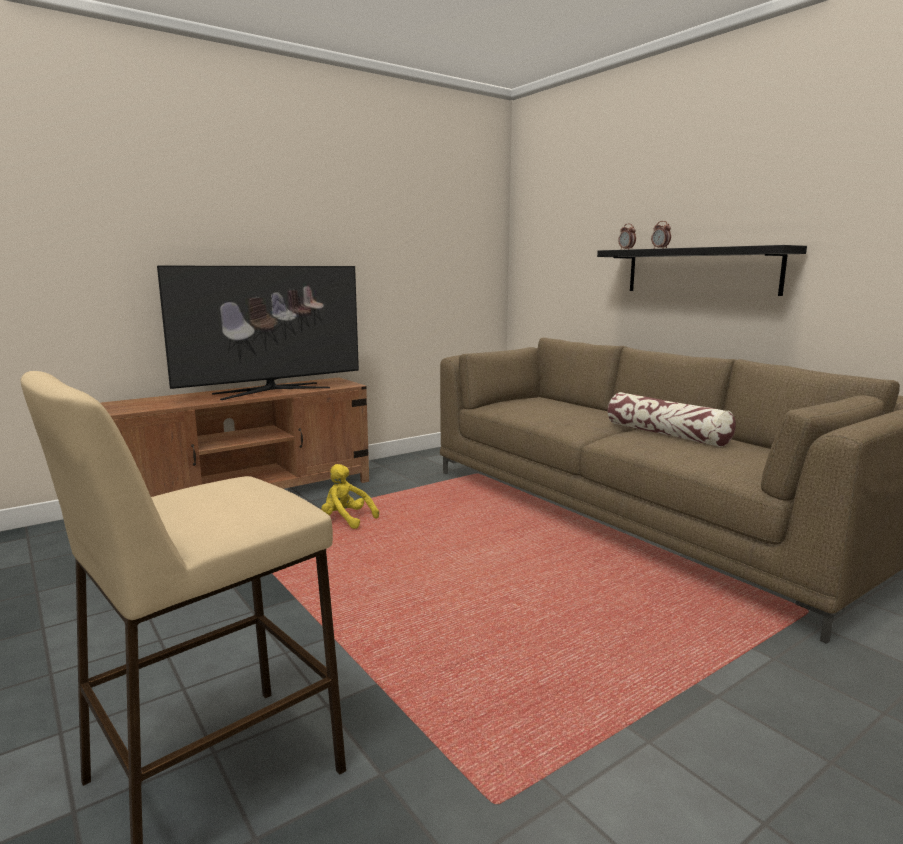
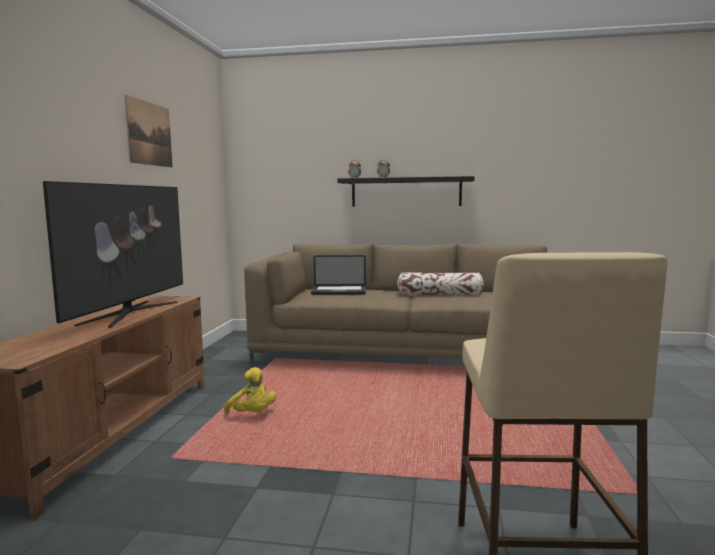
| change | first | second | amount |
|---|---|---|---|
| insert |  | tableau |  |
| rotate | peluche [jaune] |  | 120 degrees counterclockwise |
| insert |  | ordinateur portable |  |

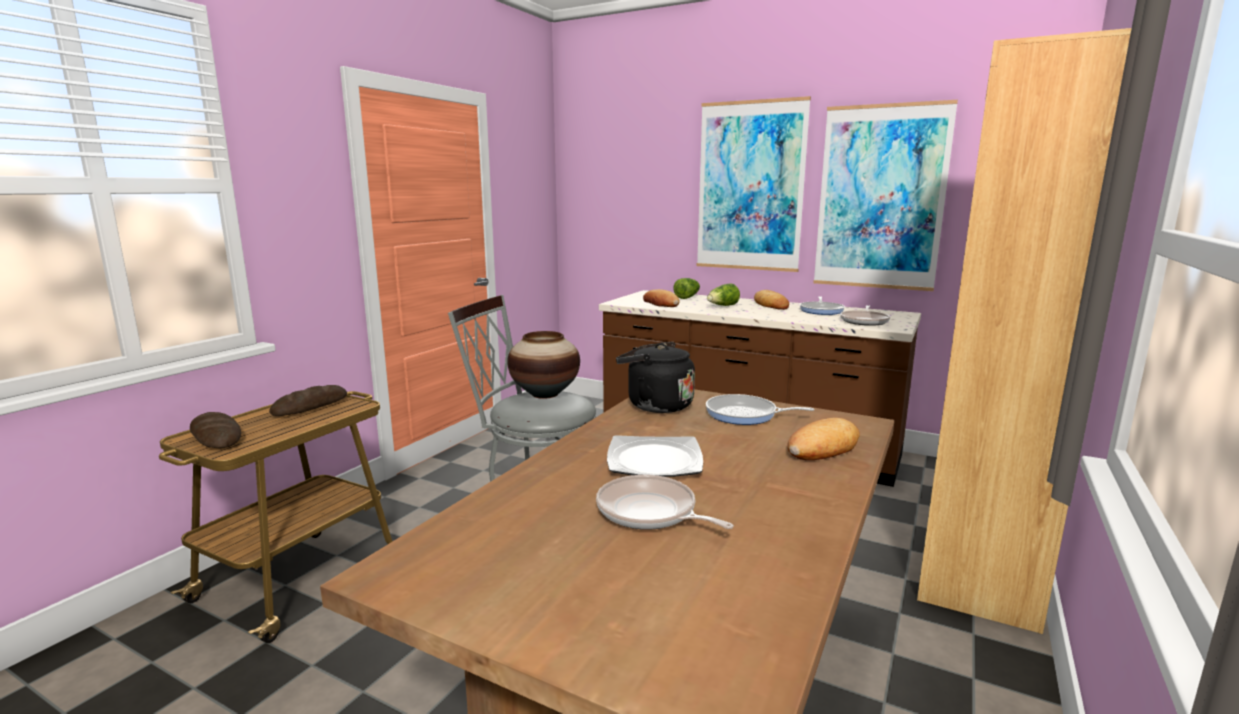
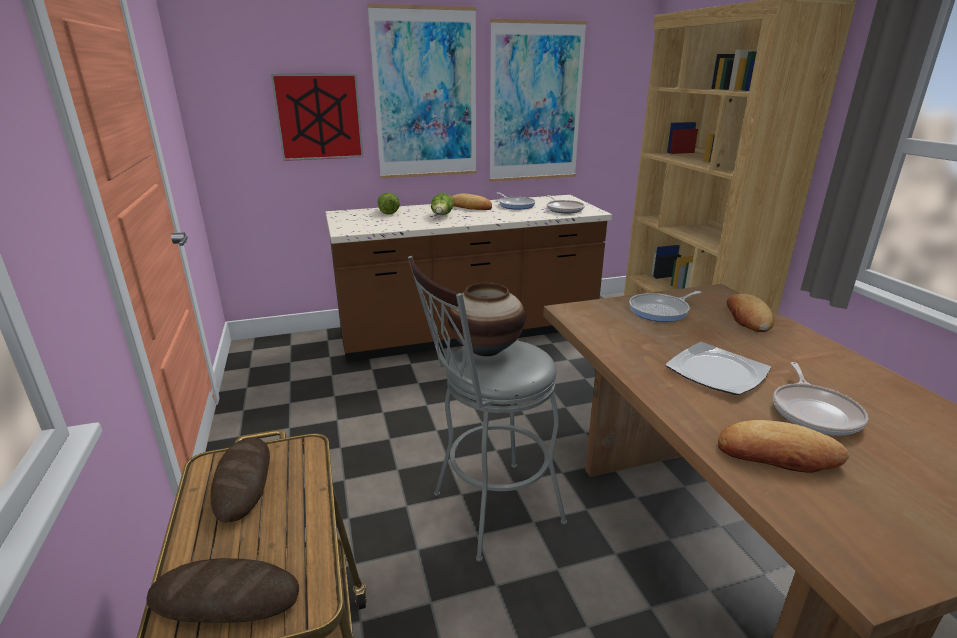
| change | first | second | amount |
|---|---|---|---|
| insert |  | tableau (1st from left) |  |
| move | pain (3rd from left in the first image) | pain (5th from left) |  |
| rotate | poêle (1st from left in the first image) | poêle (4th from left) | 75 degrees counterclockwise |
| delete | bouilloire [noir] |  |  |

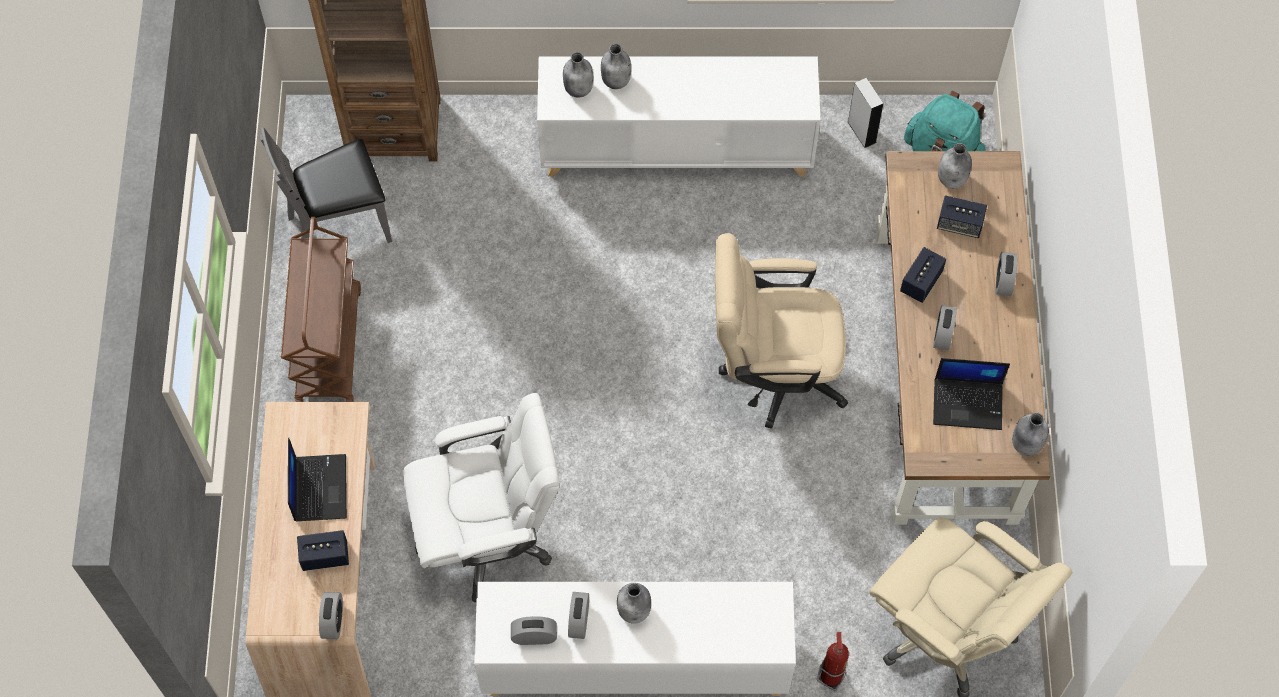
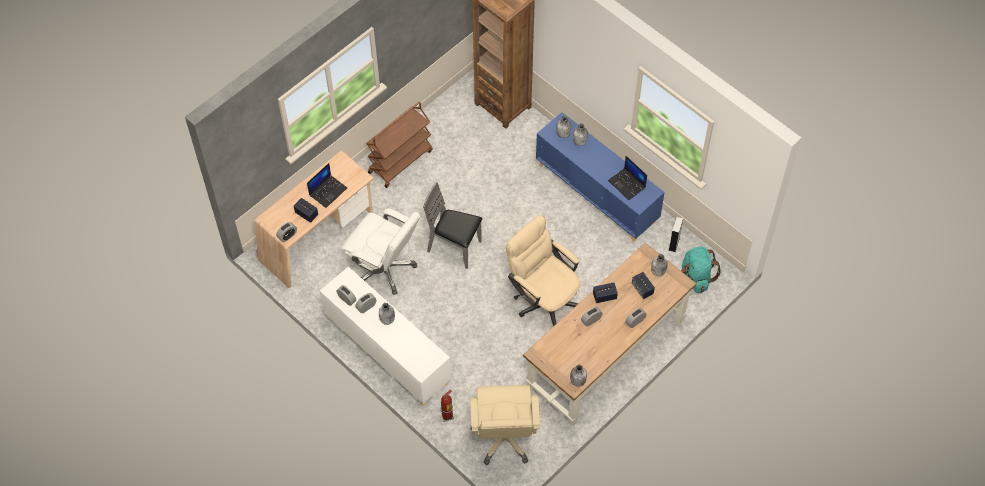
| change | first | second | amount |
|---|---|---|---|
| move | chaise [gris] |  |  |
| recolor | meuble de rangement [blanc] (2nd from left) | meuble de rangement [bleu] |  |
| move | ordinateur portable (2nd from left) |  |  |

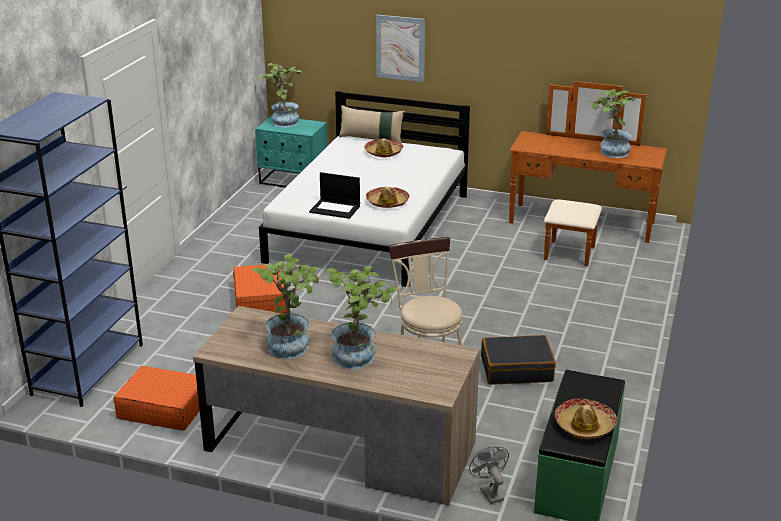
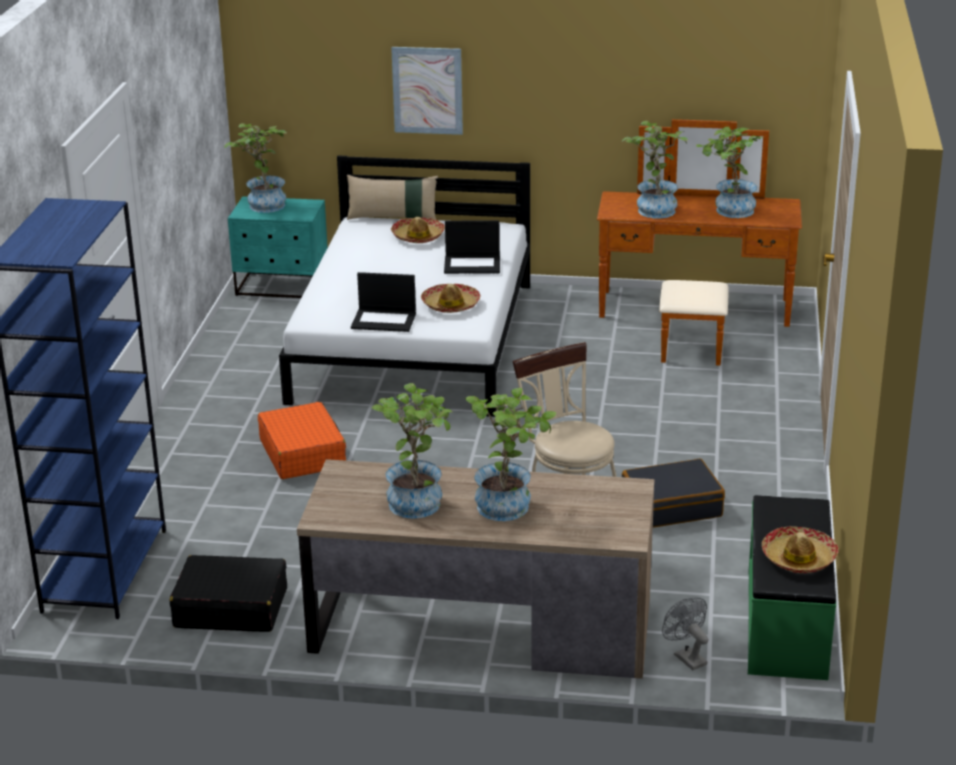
| change | first | second | amount |
|---|---|---|---|
| recolor | valise [orange] (1st from left) | valise [noir] (1st from left) |  |
| insert |  | ordinateur portable (2nd from left) |  |
| insert |  | plante en pot (4th from left) |  |

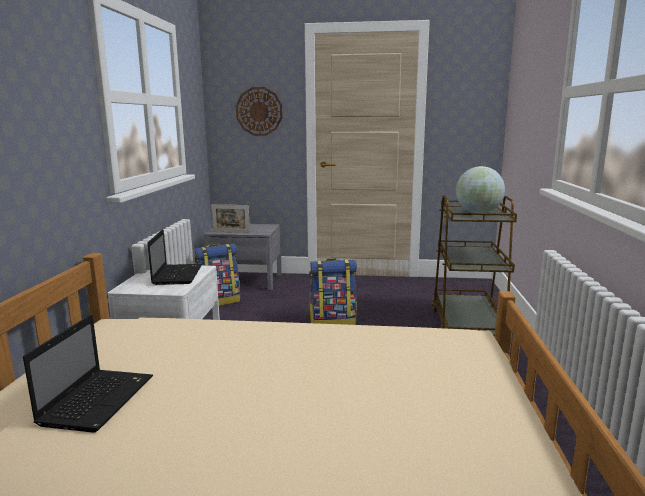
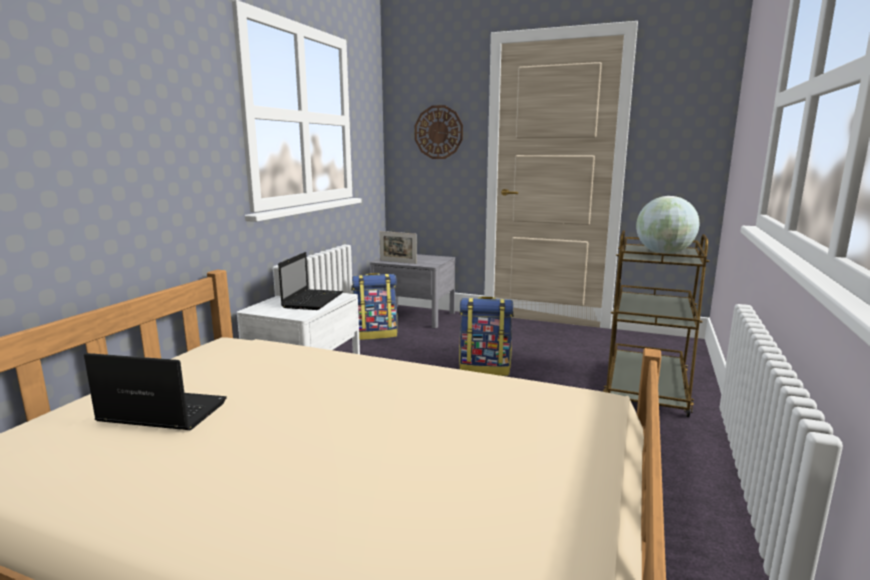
| change | first | second | amount |
|---|---|---|---|
| rotate | ordinateur portable (1st from left) |  | 105 degrees counterclockwise |

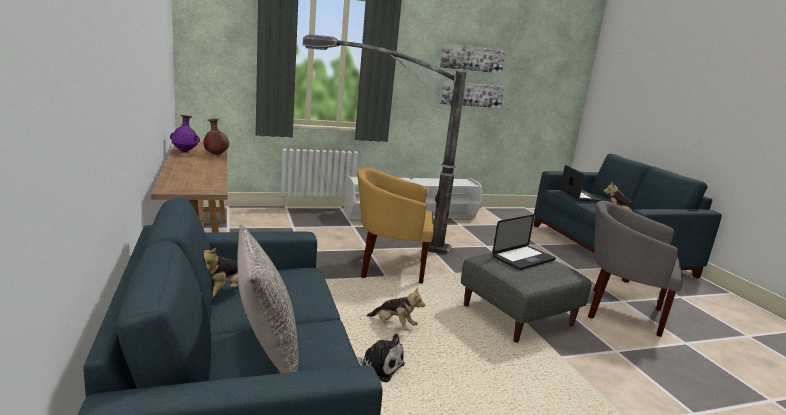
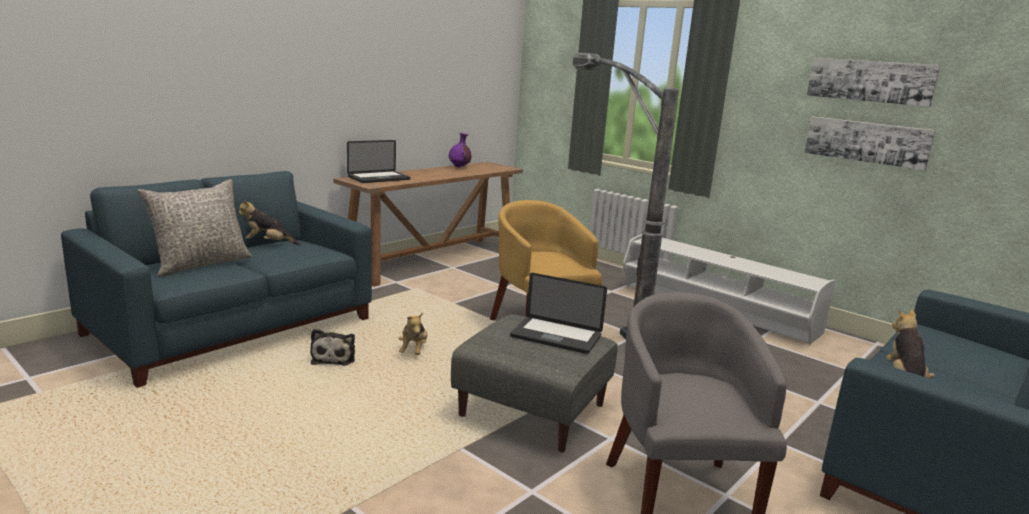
| change | first | second | amount |
|---|---|---|---|
| move | ordinateur portable (2nd from left in the first image) | ordinateur portable (1st from left) |  |
| delete | vase [marron] |  |  |

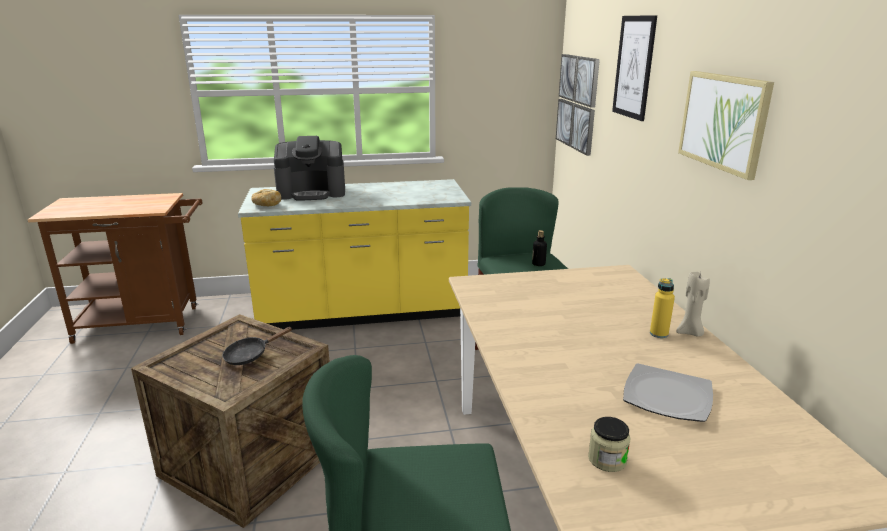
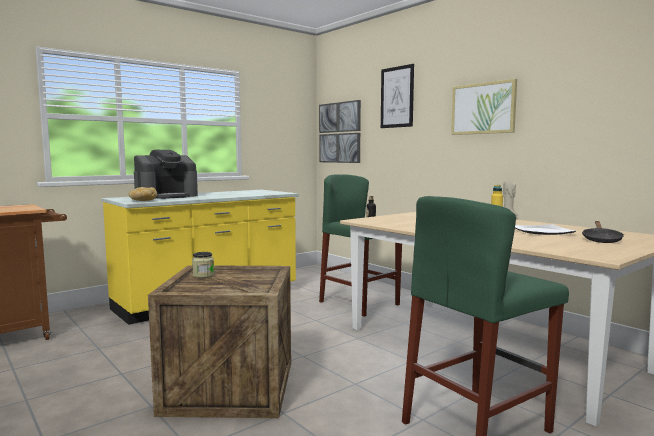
| change | first | second | amount |
|---|---|---|---|
| move | bocal |  |  |
| move | poêle [noir] |  |  |

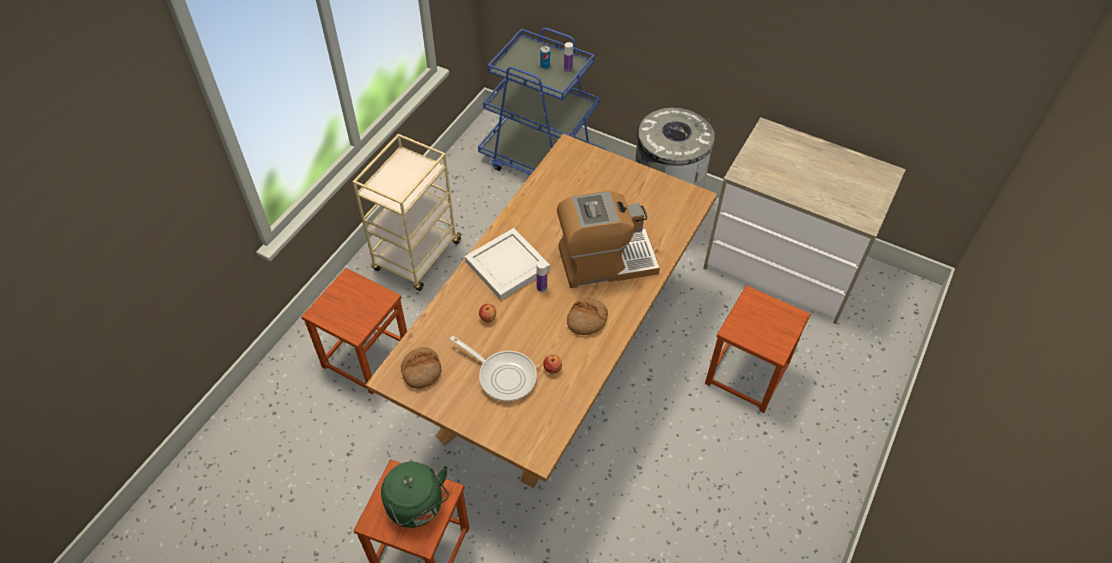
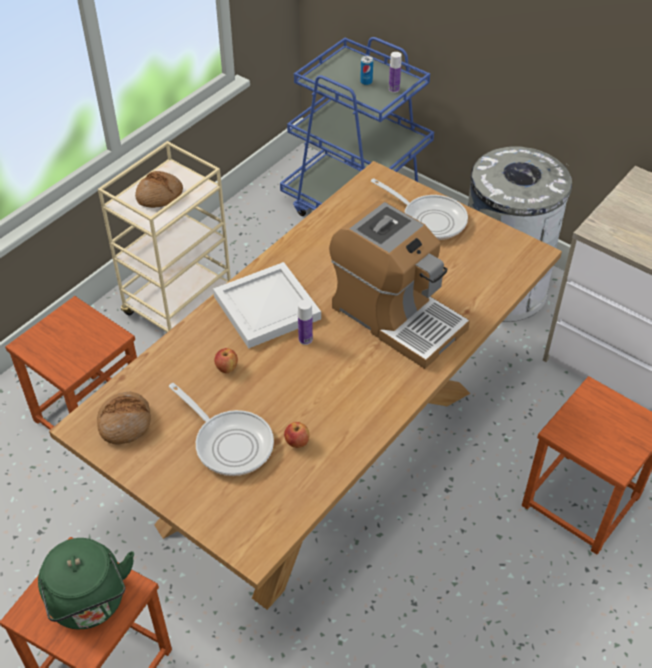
| change | first | second | amount |
|---|---|---|---|
| move | pain (2nd from left) |  |  |
| rotate | machine à café |  | 45 degrees clockwise |
| insert |  | poêle (2nd from left) |  |

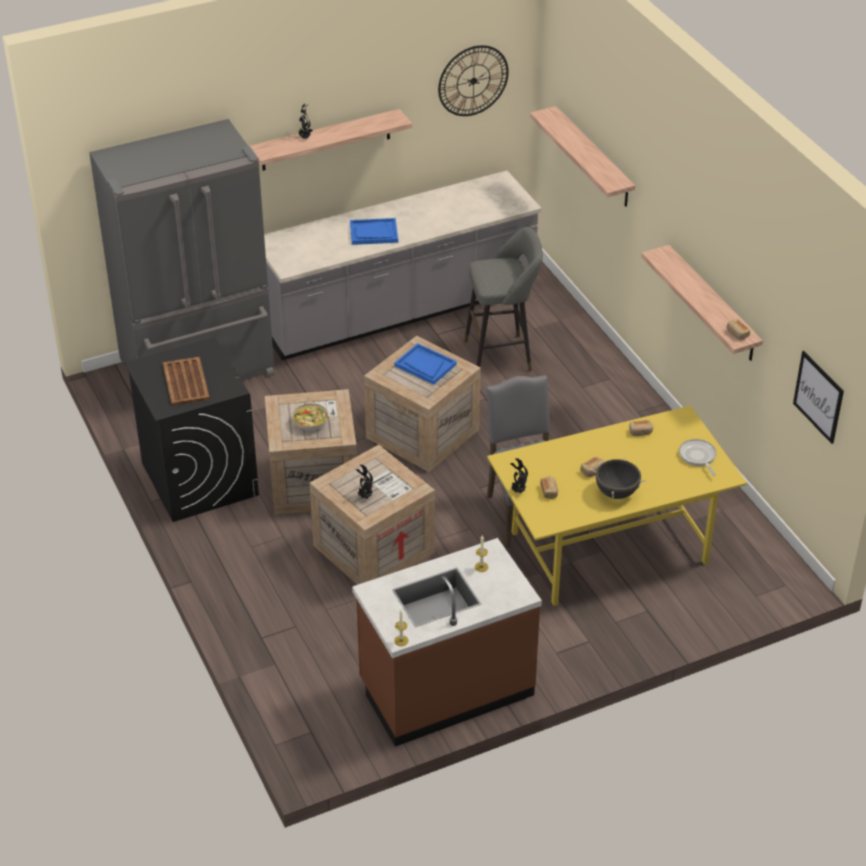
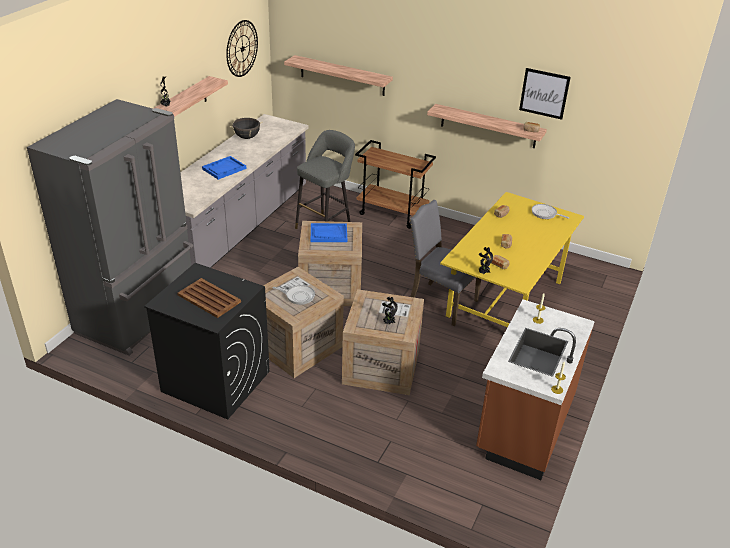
| change | first | second | amount |
|---|---|---|---|
| move | marmite [noir] |  |  |
| replace | bol | poêle (1st from left) |  |
| insert |  | chariot [marron] |  |
| move | tableau |  |  |

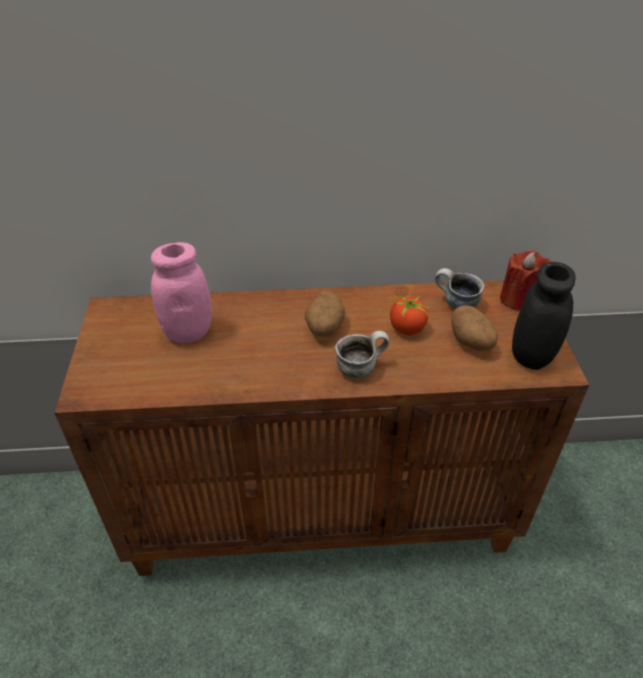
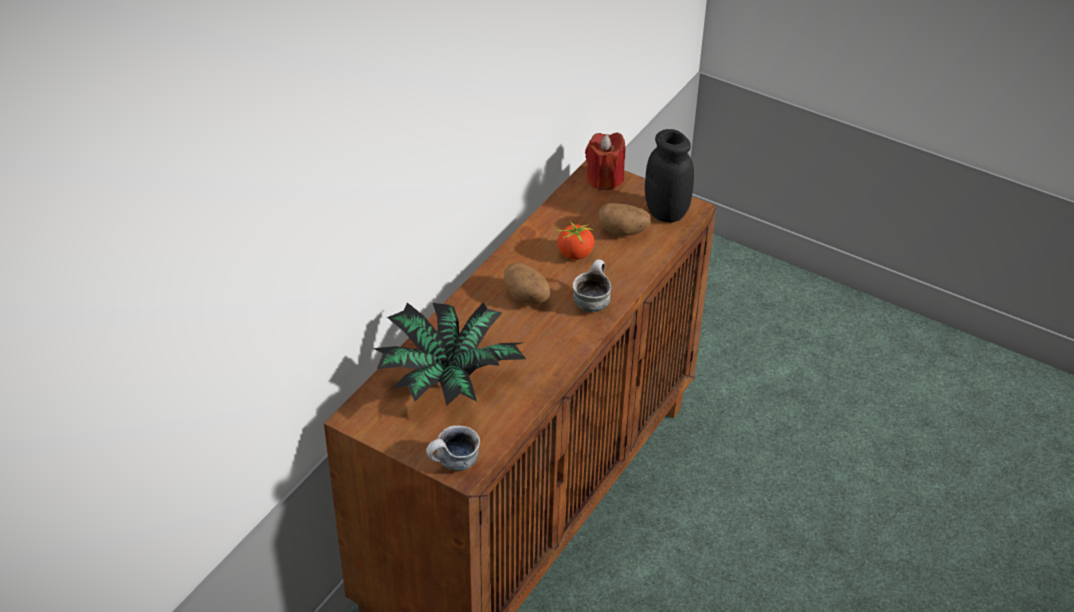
| change | first | second | amount |
|---|---|---|---|
| replace | bocal [rose] | plante en pot |  |
| move | mug (2nd from left in the first image) | mug (1st from left) |  |

